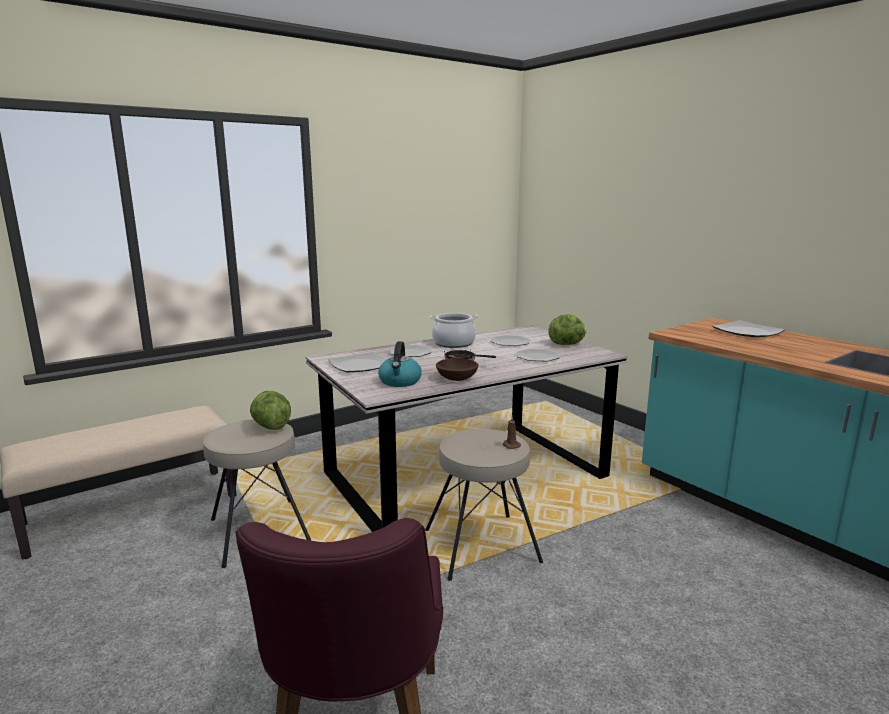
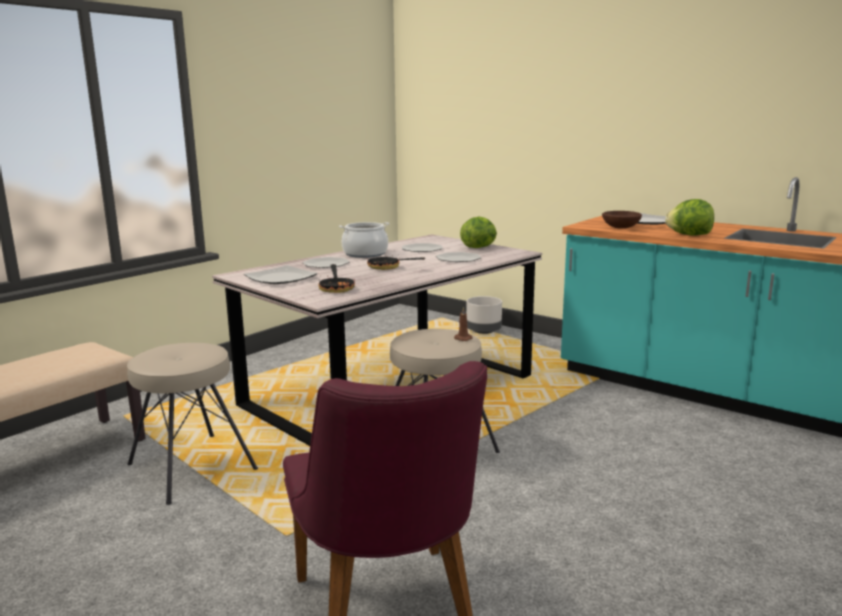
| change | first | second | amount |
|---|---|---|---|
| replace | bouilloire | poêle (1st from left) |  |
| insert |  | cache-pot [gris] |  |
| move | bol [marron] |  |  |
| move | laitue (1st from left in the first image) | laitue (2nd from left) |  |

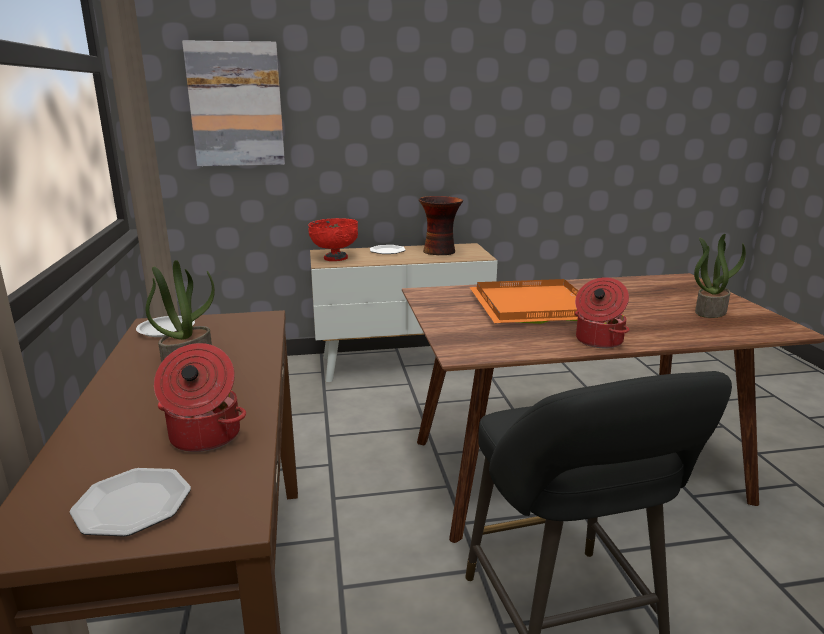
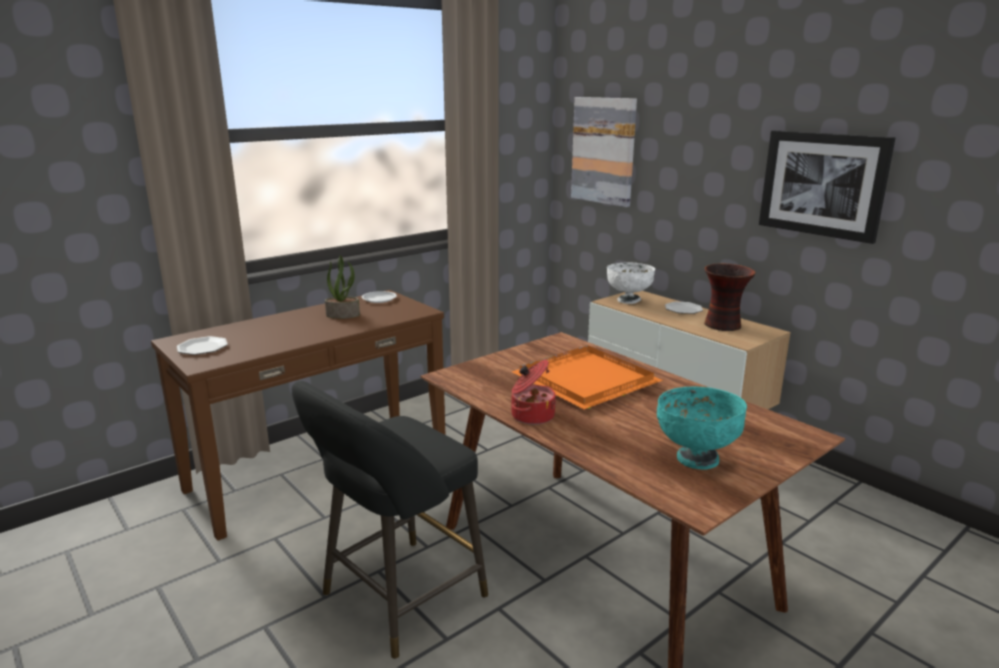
| change | first | second | amount |
|---|---|---|---|
| recolor | bol [rouge] | bol [blanc] |  |
| replace | plante en pot (2nd from left) | bol [turquoise] |  |
| insert |  | tableau (2nd from left) |  |
| delete | marmite (1st from left) |  |  |

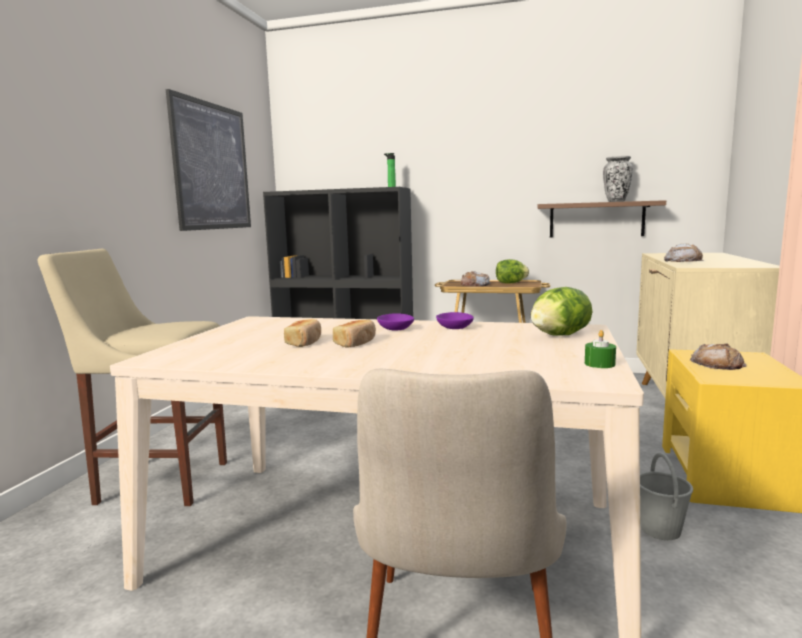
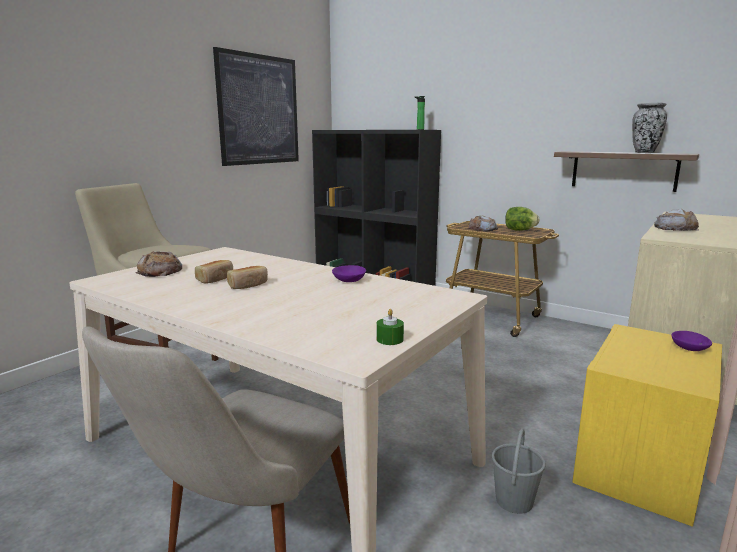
| change | first | second | amount |
|---|---|---|---|
| move | pain (5th from left in the first image) | pain (1st from left) |  |
| move | bol [violet] (1st from left in the first image) | bol [violet] (2nd from left) |  |
| delete | laitue (2nd from left) |  |  |

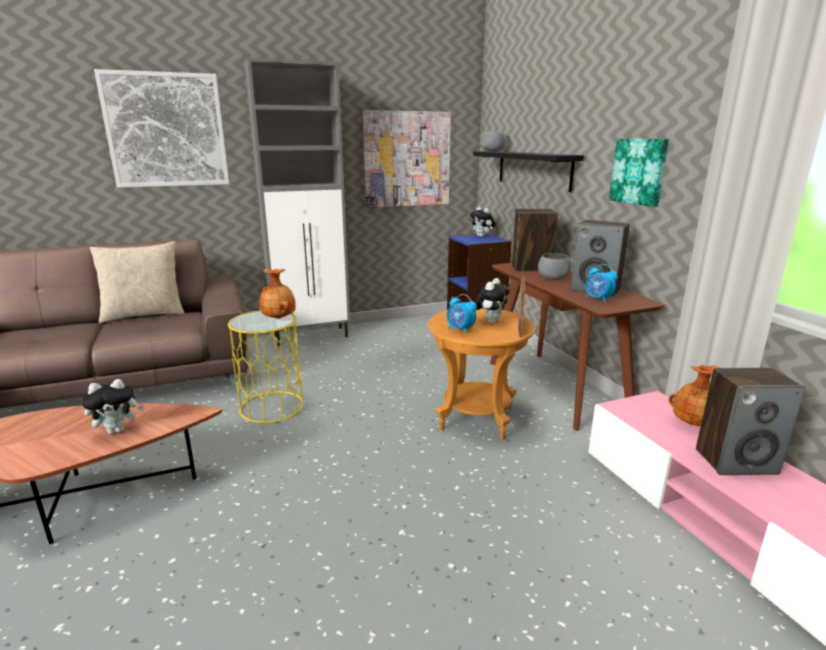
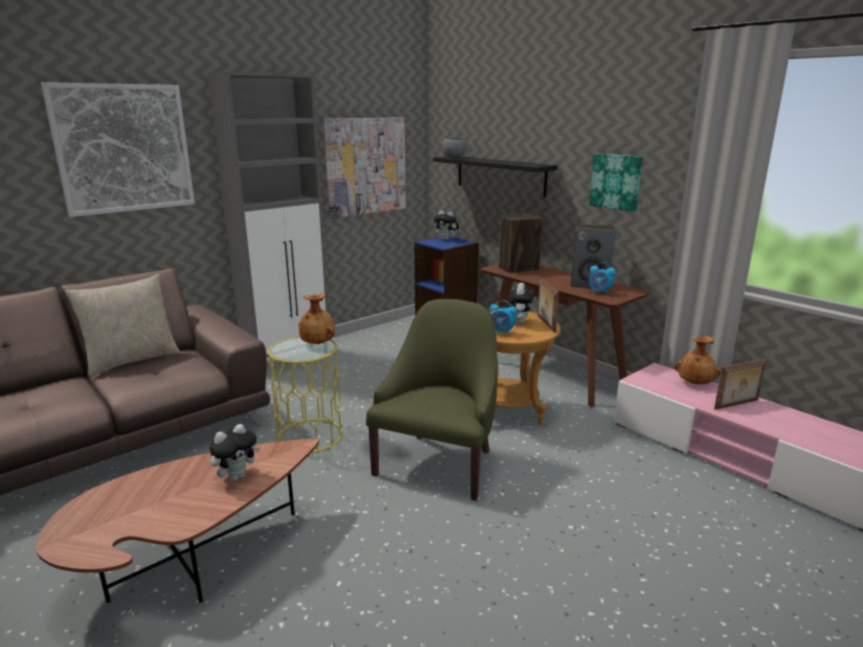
| change | first | second | amount |
|---|---|---|---|
| insert |  | fauteuil [vert] |  |
| replace | enceinte (3rd from left) | cadre photo (2nd from left) |  |
| delete | bol [gris] (2nd from left) |  |  |

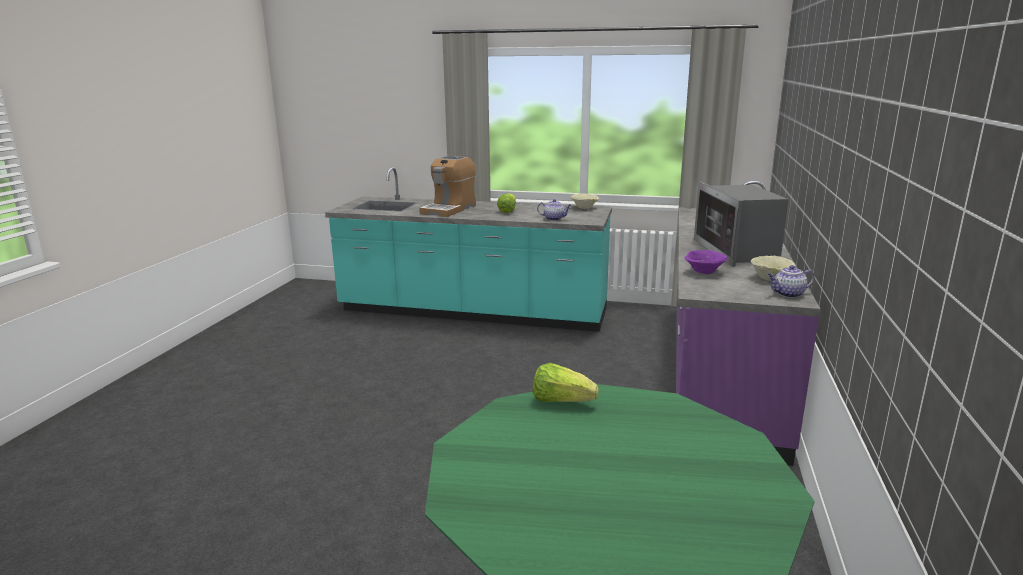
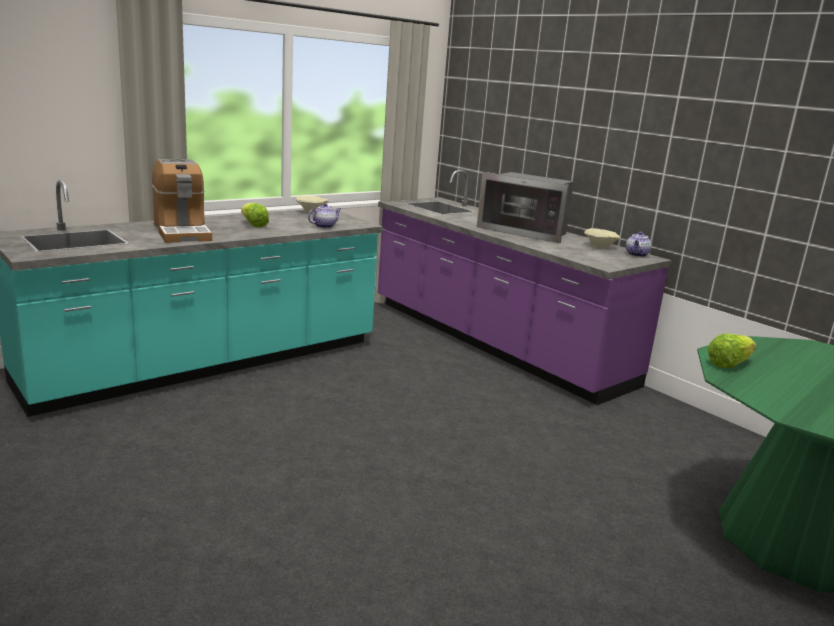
| change | first | second | amount |
|---|---|---|---|
| delete | bol [violet] |  |  |

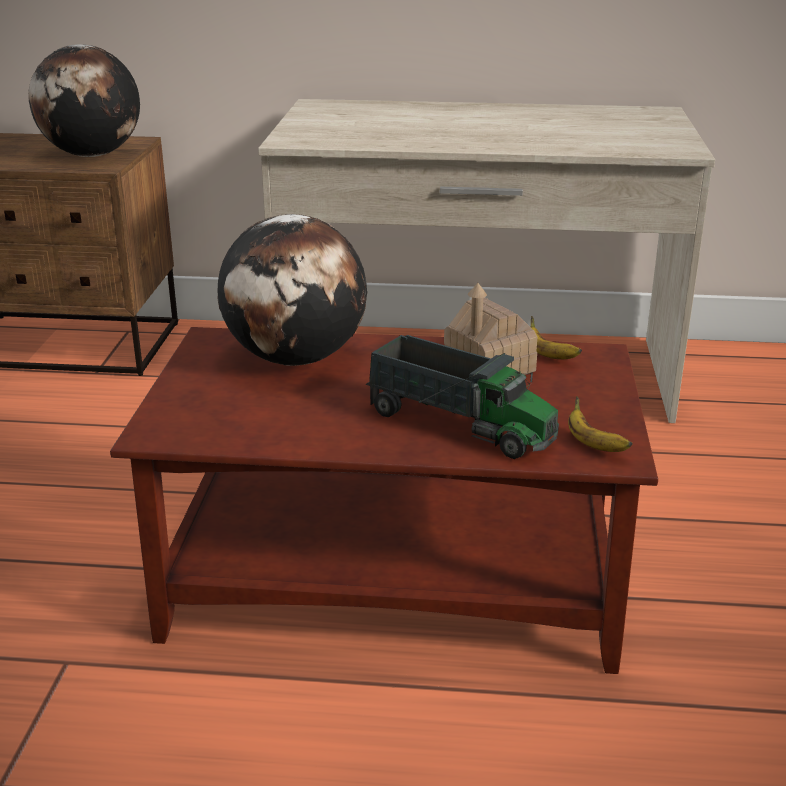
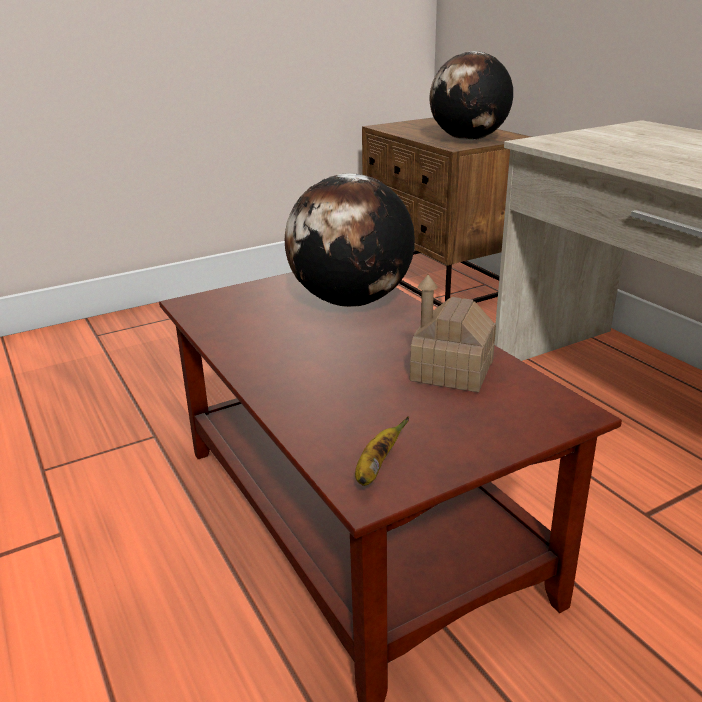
| change | first | second | amount |
|---|---|---|---|
| delete | camion jouet |  |  |
| delete | banane (1st from left) |  |  |

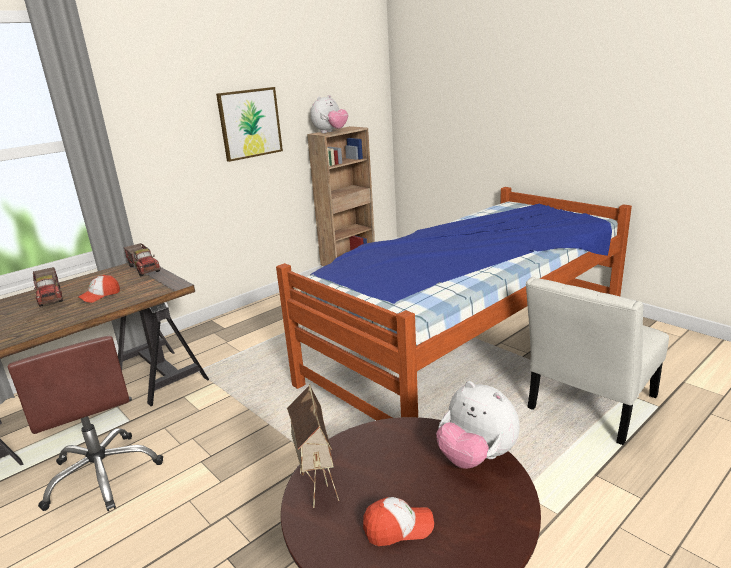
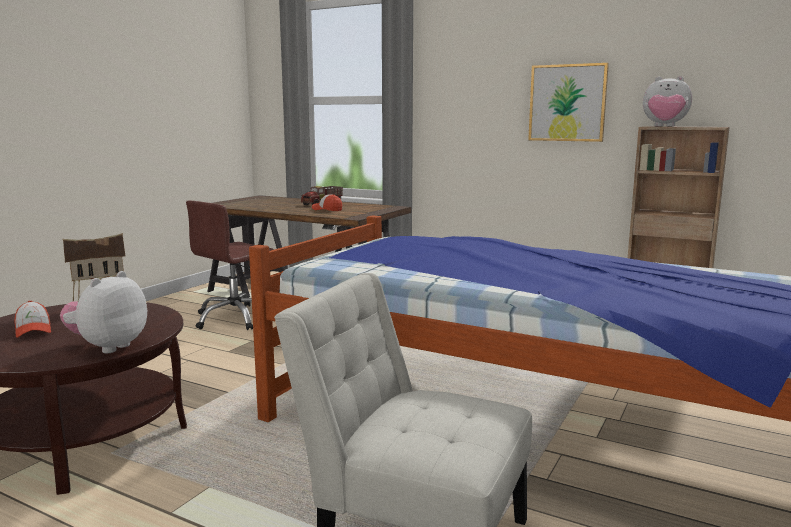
| change | first | second | amount |
|---|---|---|---|
| delete | camion jouet (2nd from left) |  |  |

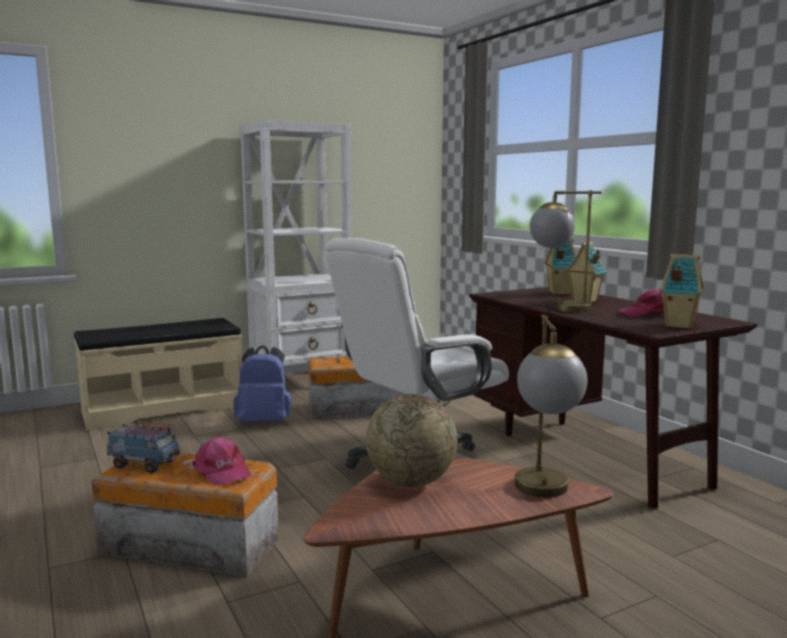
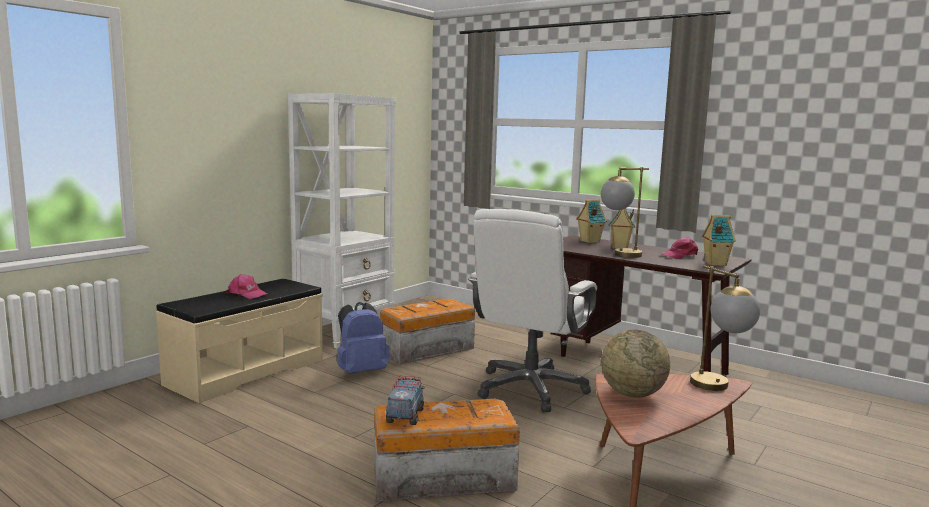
| change | first | second | amount |
|---|---|---|---|
| move | casquette [rose] (1st from left) |  |  |
| rotate | camion jouet |  | 75 degrees counterclockwise |

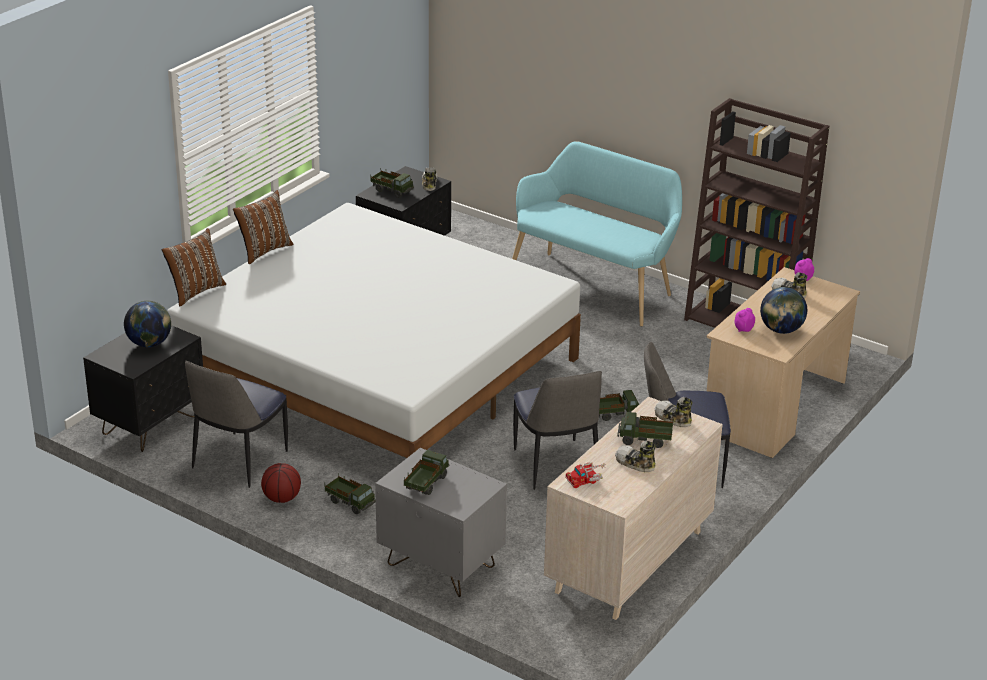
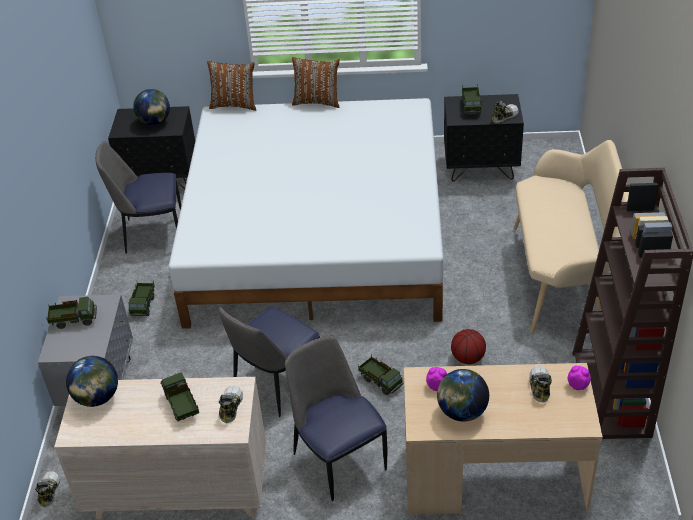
| change | first | second | amount |
|---|---|---|---|
| move | chaussure (2nd from left in the first image) | chaussure (1st from left) |  |
| replace | camion jouet (4th from left) | globe (1st from left) |  |
| move | ballon de basket |  |  |
| recolor | banc [turquoise] | banc [beige] |  |

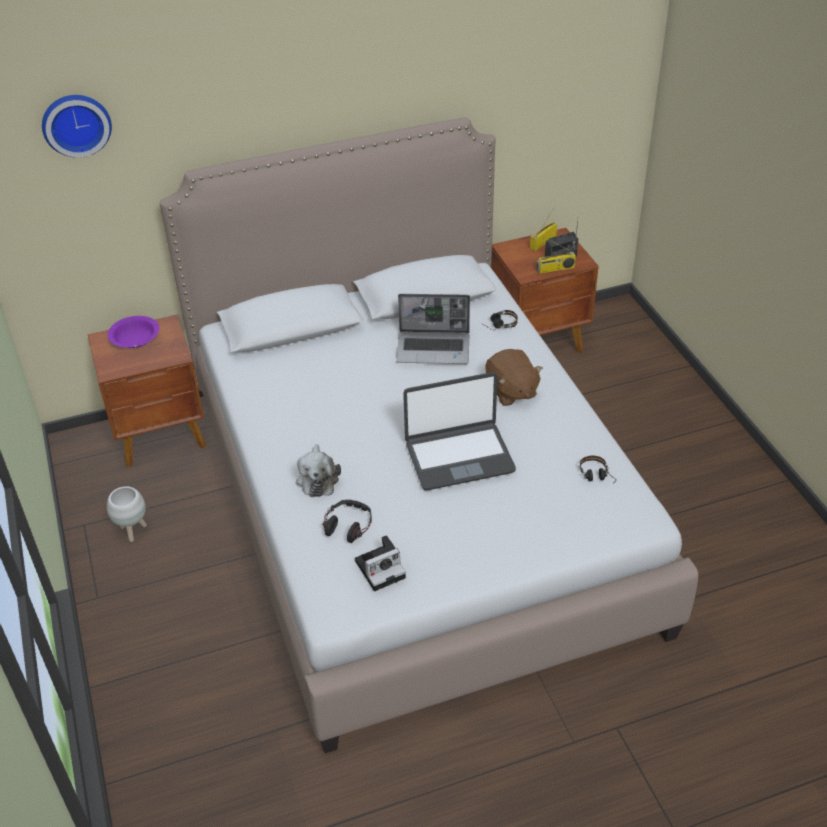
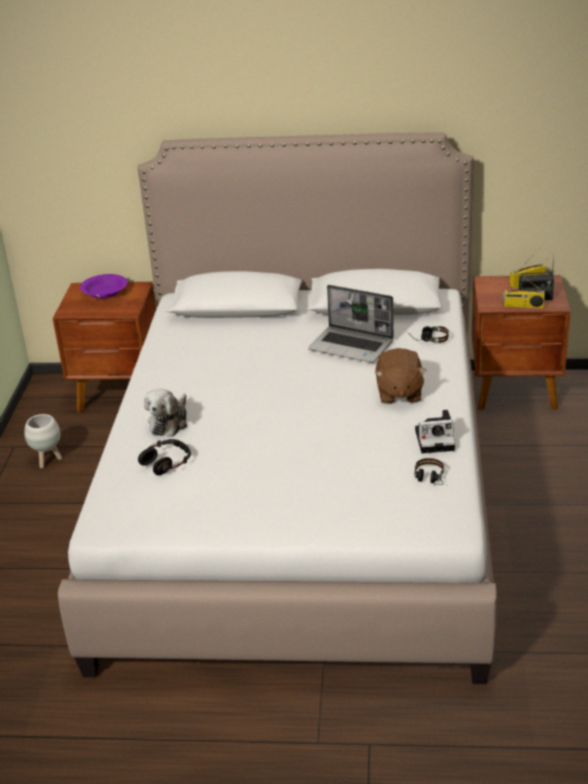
| change | first | second | amount |
|---|---|---|---|
| move | appareil photo |  |  |
| delete | horloge murale |  |  |
| delete | ordinateur portable (2nd from left) |  |  |

